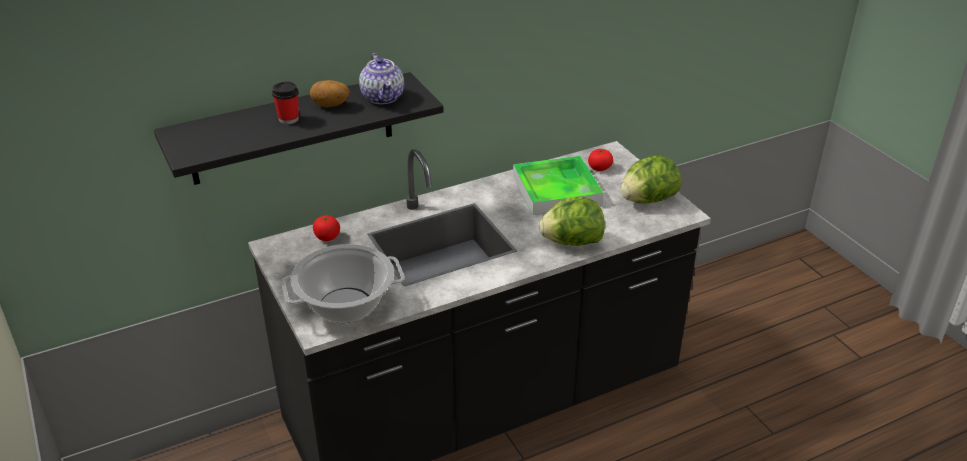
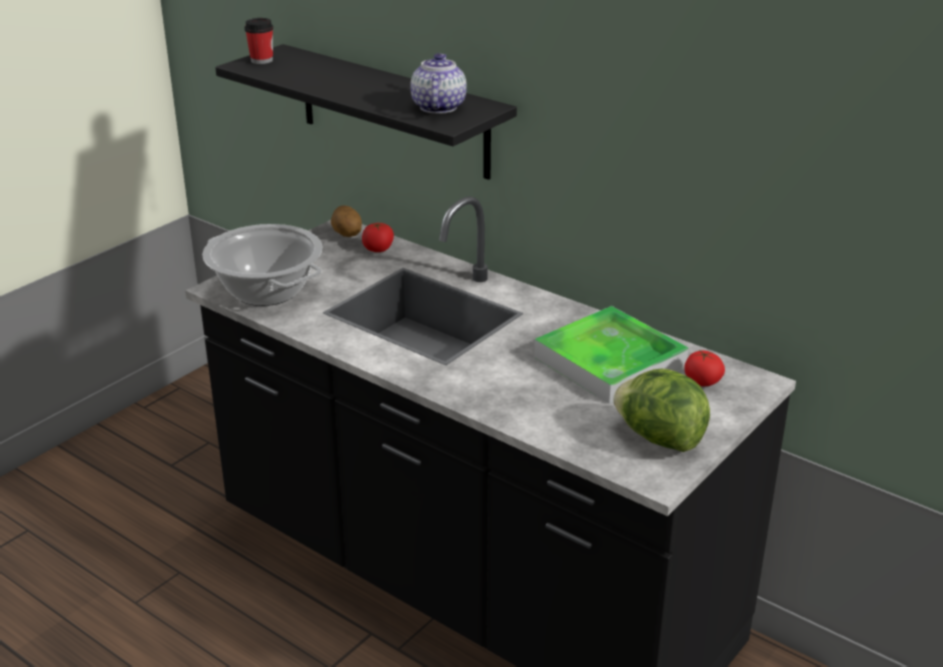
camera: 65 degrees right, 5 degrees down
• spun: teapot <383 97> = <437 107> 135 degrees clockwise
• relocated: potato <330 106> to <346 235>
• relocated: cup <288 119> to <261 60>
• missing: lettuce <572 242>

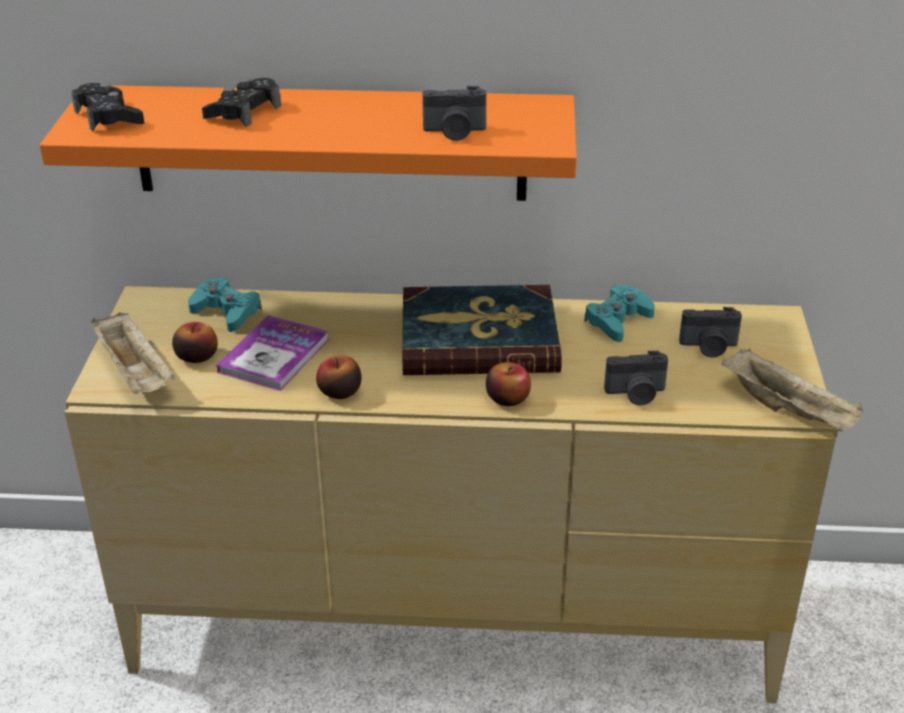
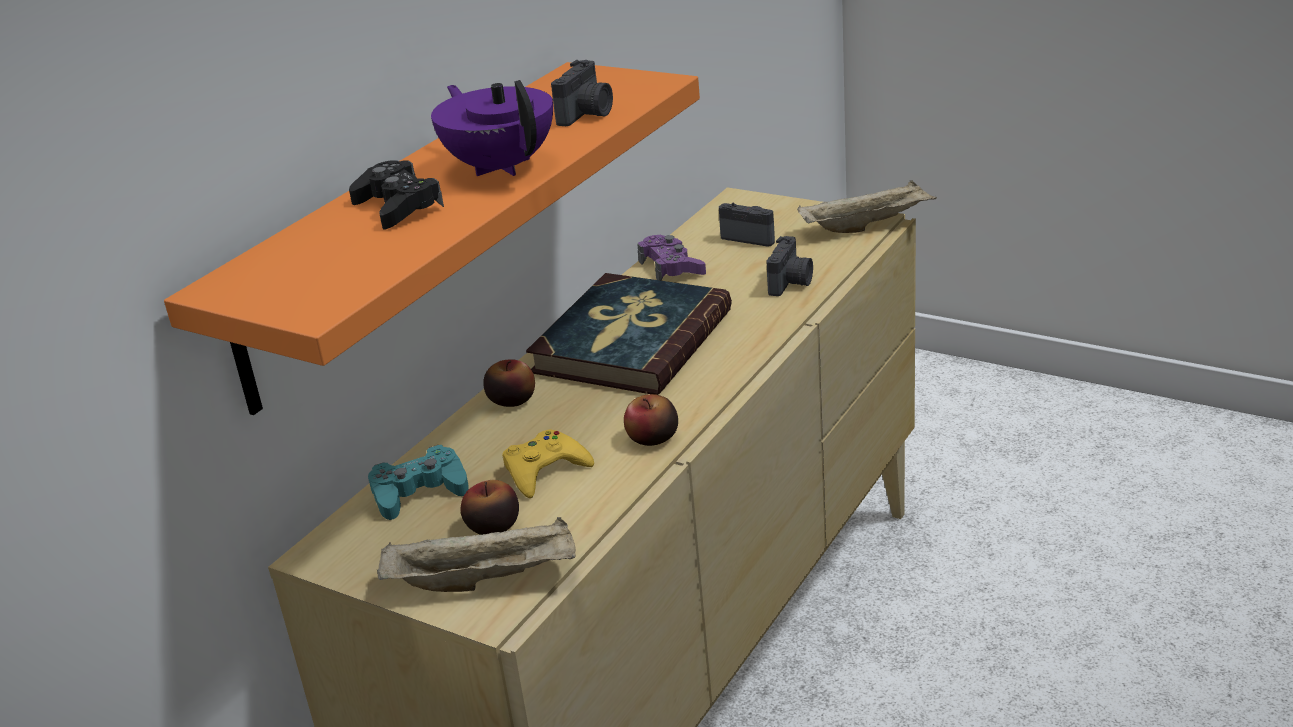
camera: 60 degrees left, 5 degrees down
• missing: game controller (black) <108 117>
• colour: game controller (turquoise) <618 321> to game controller (purple) <671 267>
• spun: photo camera <709 347> = <751 237> 90 degrees counterclockwise
• exchanged: book <274 355> to game controller (yellow) <545 470>
• relocated: apple <508 398> to <512 399>
• appeared: teapot (purple) <501 166>

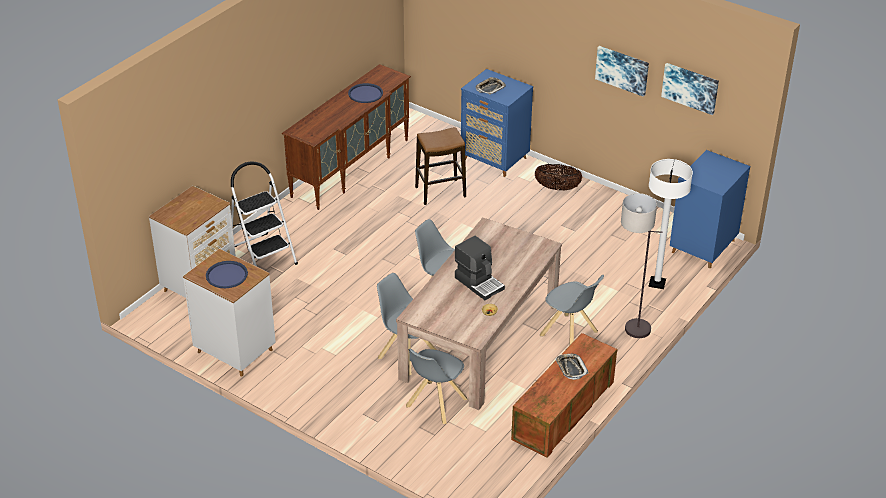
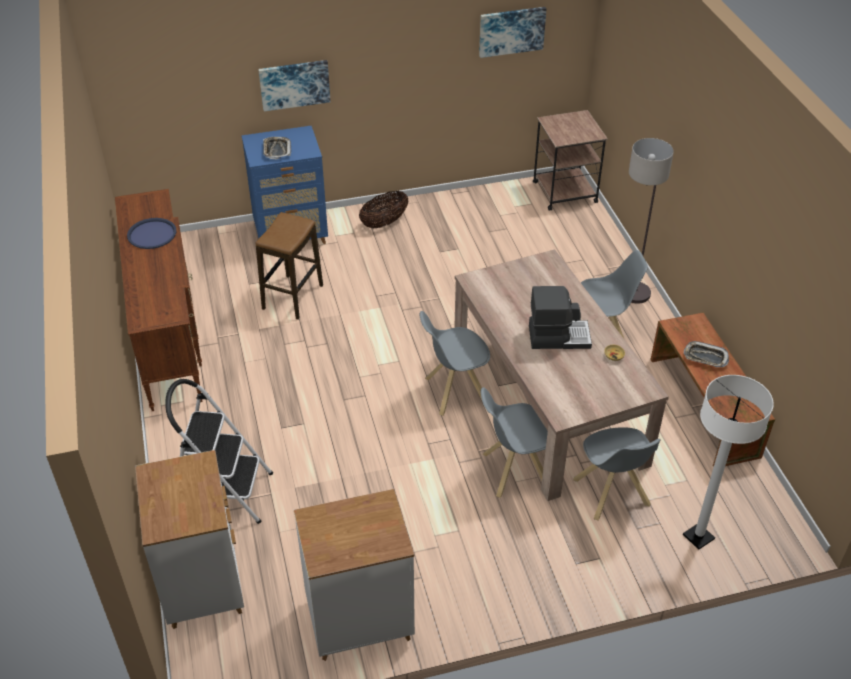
camera: 50 degrees left, 5 degrees up
• relocated: picture <622 70> to <294 84>
• exchanged: dresser (blue) <702 246> to cart (brown) <565 193>
• relocated: floor lamp (white) <657 283> to <698 537>
• missing: tray (blue) <226 275>

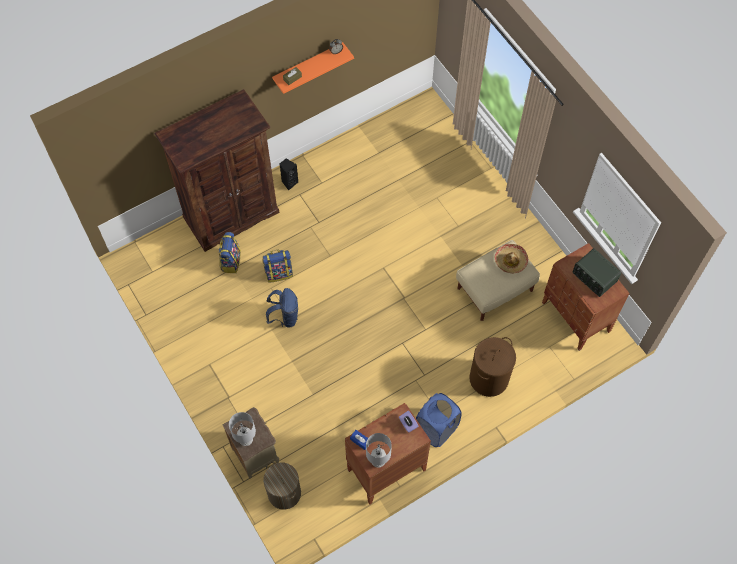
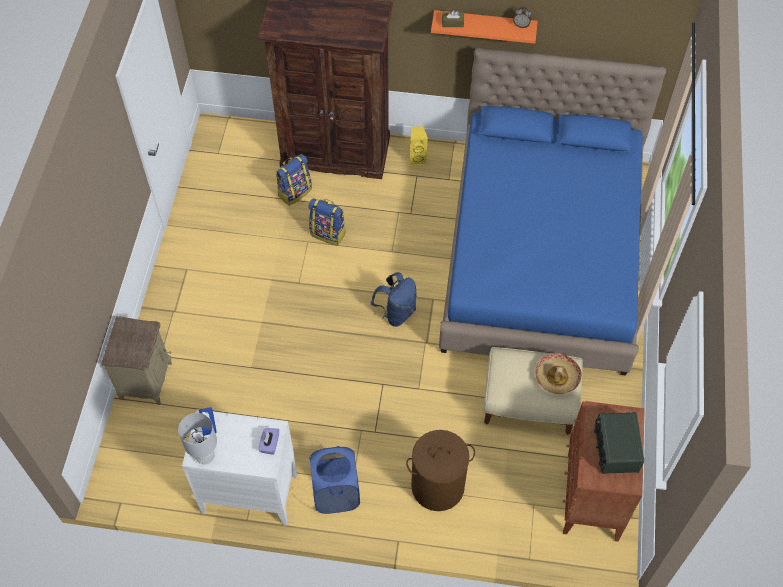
camera: 40 degrees right, 5 degrees down
• colour: speaker (black) <289 182> to speaker (yellow) <417 158>
• relocated: backpack (blue) <285 317> to <396 312>
• colour: dresser (brown) <385 469> to dresser (white) <249 492>
• missing: table lamp (grey) <246 440>
• missing: laundry basket <284 493>
• appeared: bed (blue) <542 254>

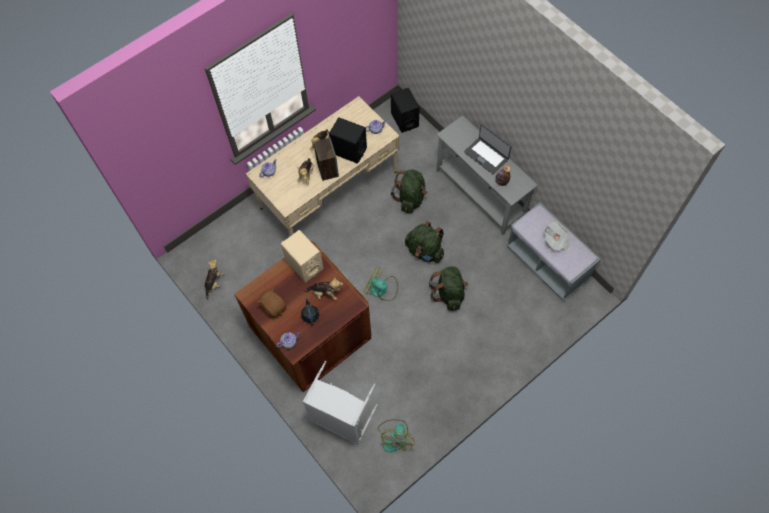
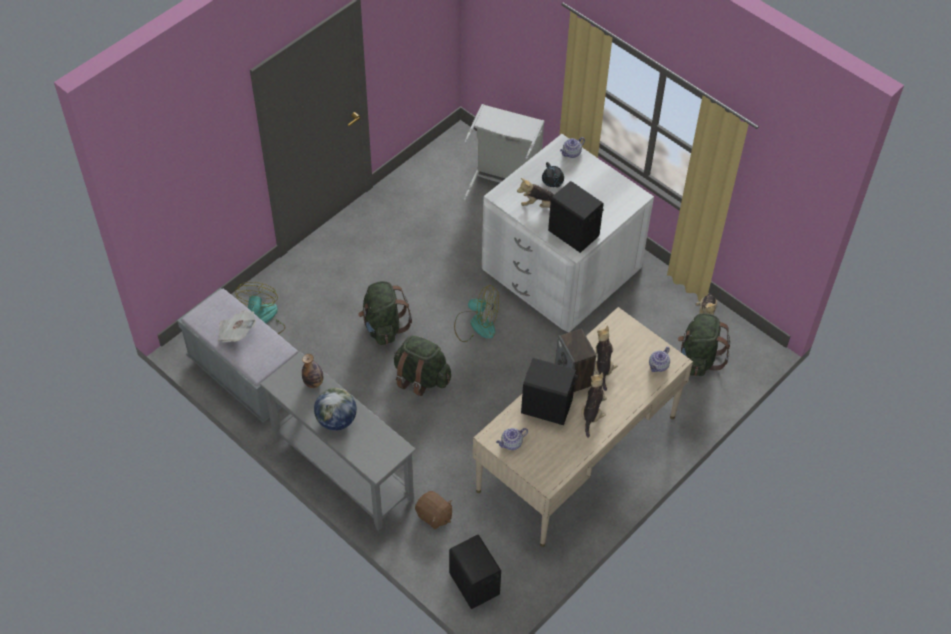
camera: 170 degrees right, 10 degrees down
• exchanged: laptop <486 155> to globe <336 420>
• relocated: backpack (green) <410 198> to <698 358>
• colour: speaker (beige) <304 265> to speaker (black) <574 234>
• colour: dresser (brown) <311 331> to dresser (white) <560 268>
• relocated: plush toy (brown) <273 307> to <434 516>
• relocated: fan <395 436> to <262 320>

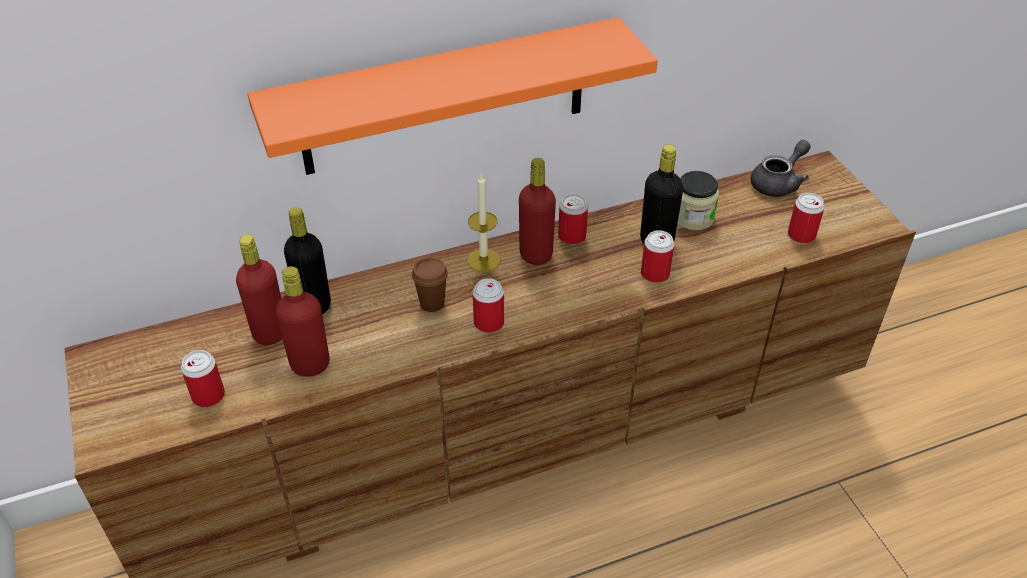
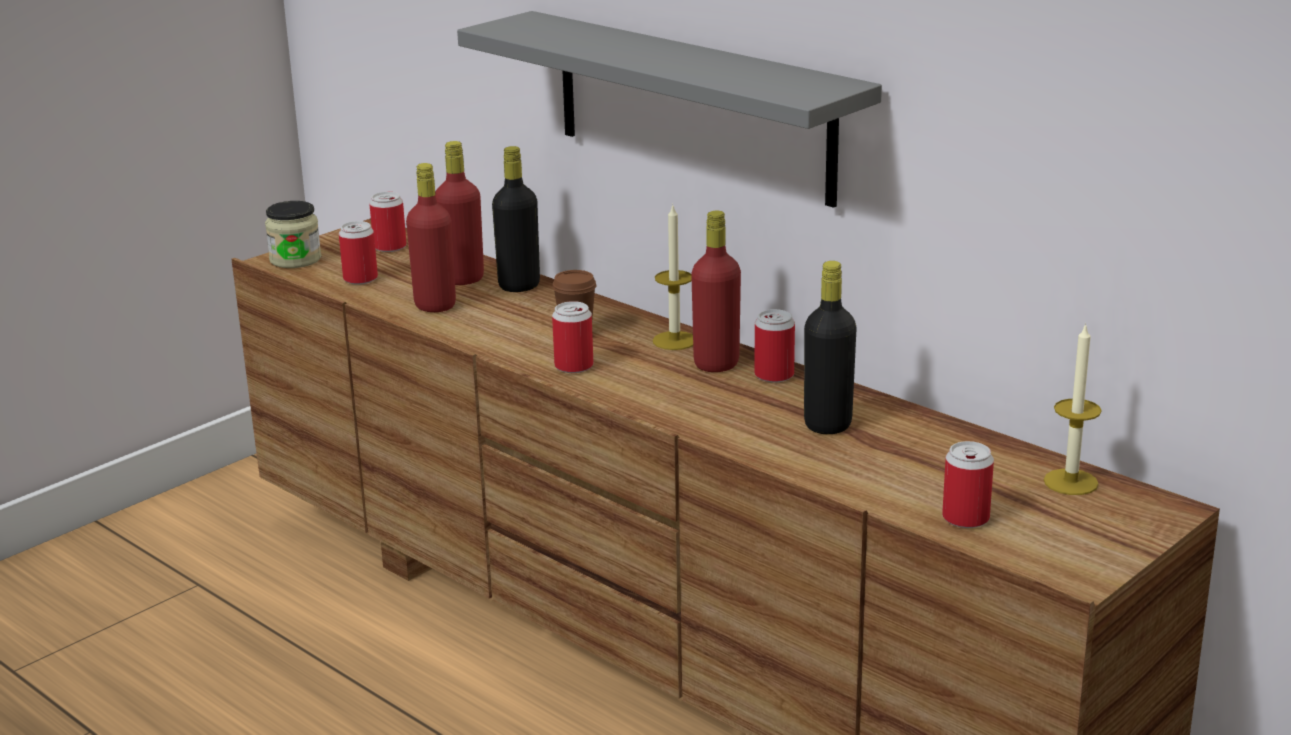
camera: 65 degrees right, 20 degrees down
• colour: shelf (orange) <444 98> to shelf (grey) <693 106>
• exchanged: teapot (grey) <778 183> to candle <1070 482>
• relocated: jar <693 217> to <295 259>
• relocated: can <655 274> to <390 247>

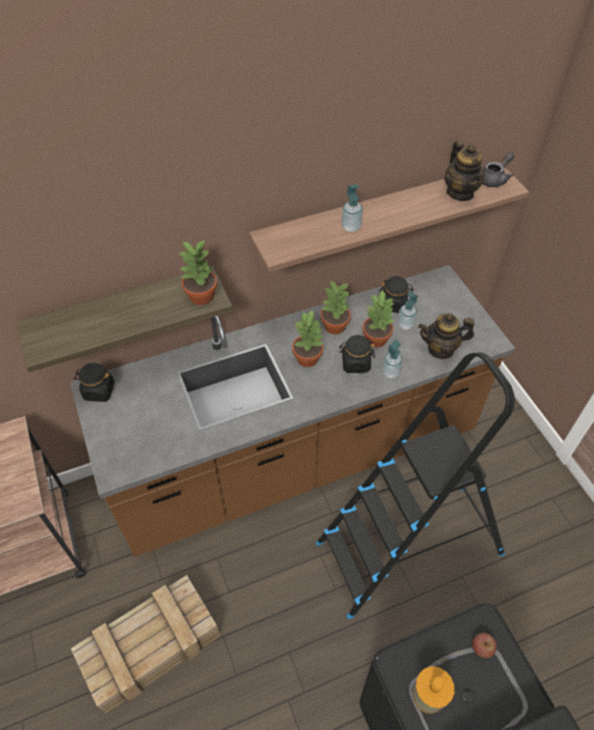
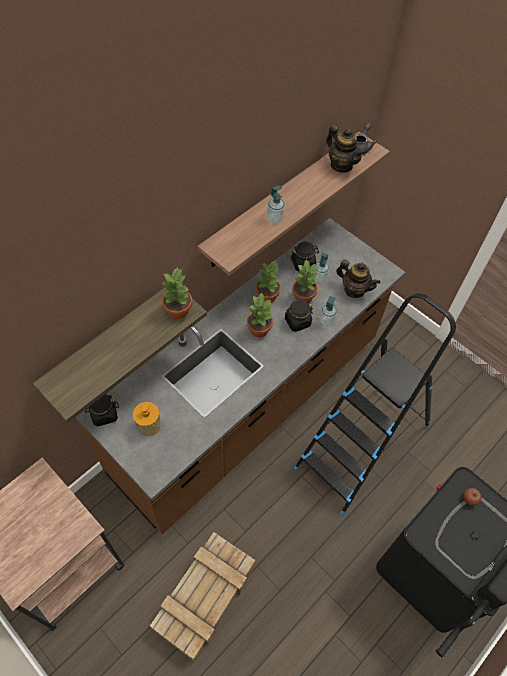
camera: 25 degrees left, 5 degrees up
• spun: teapot <441 349> = <354 290> 120 degrees counterclockwise
• relocated: soap dispenser <428 695> to <149 425>

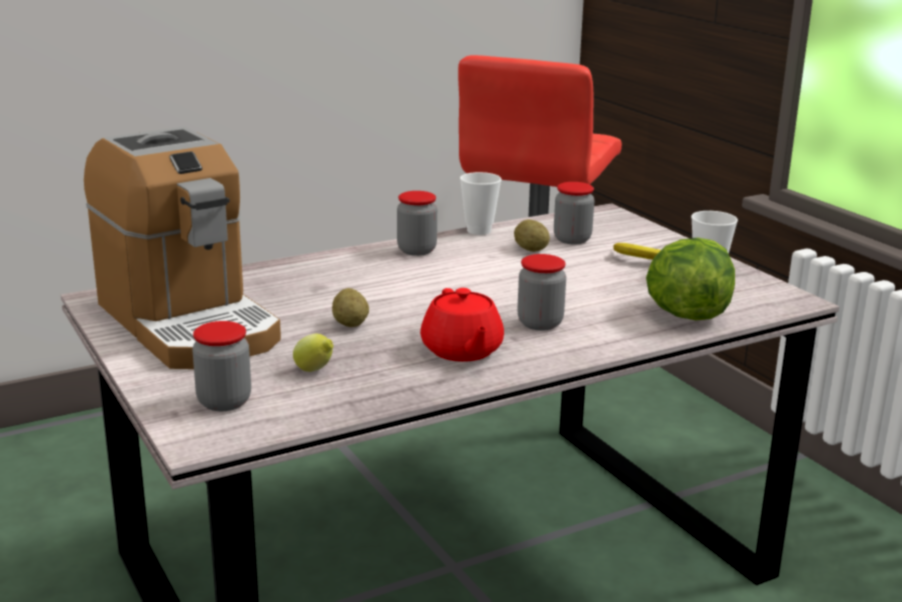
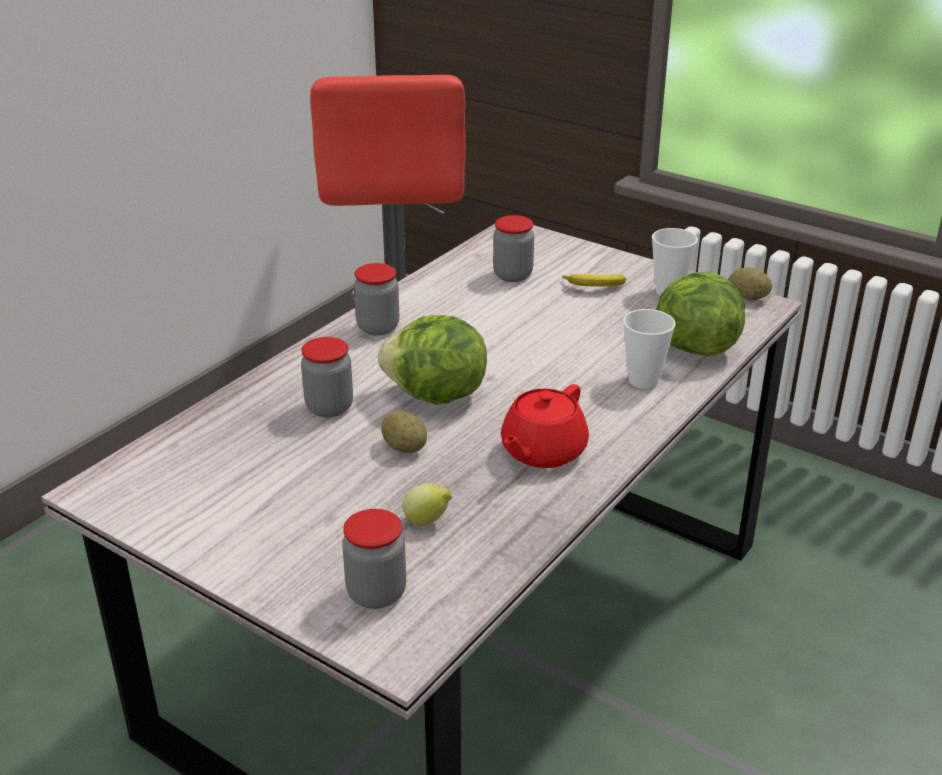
camera: 25 degrees left, 10 degrees up
• missing: coffee machine <188 323>
• relocated: cup <479 231> to <643 380>
• relocated: potato <531 250> to <747 298>
• relocated: jar <540 323> to <329 407>
• spun: teapot (red) <462 351> = <542 451> 75 degrees clockwise
• appeared: lettuce <436 396>

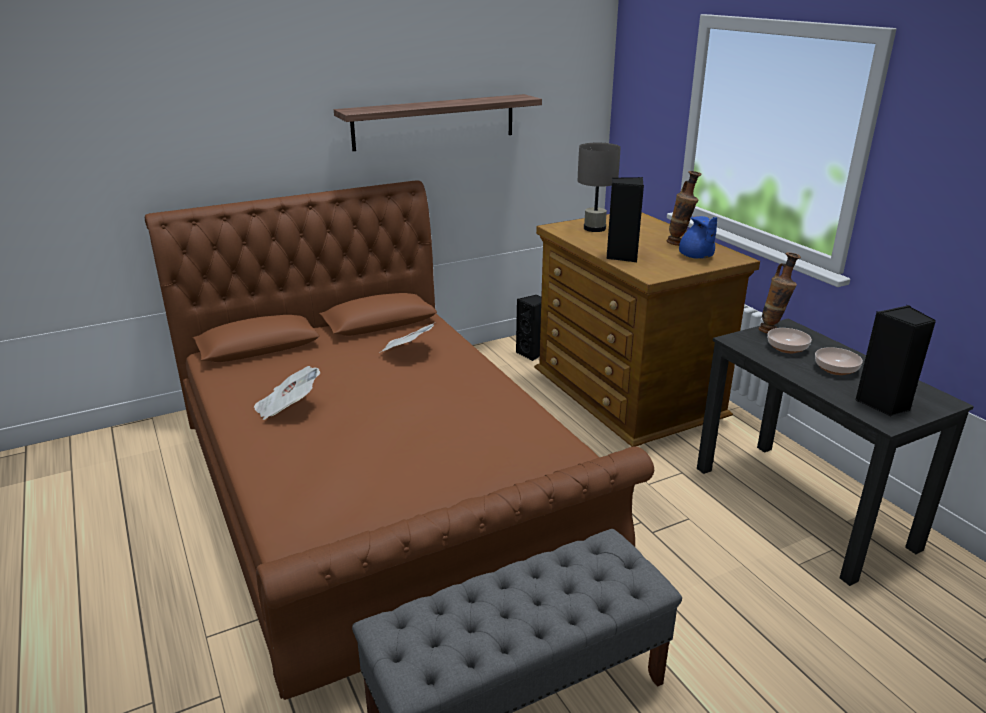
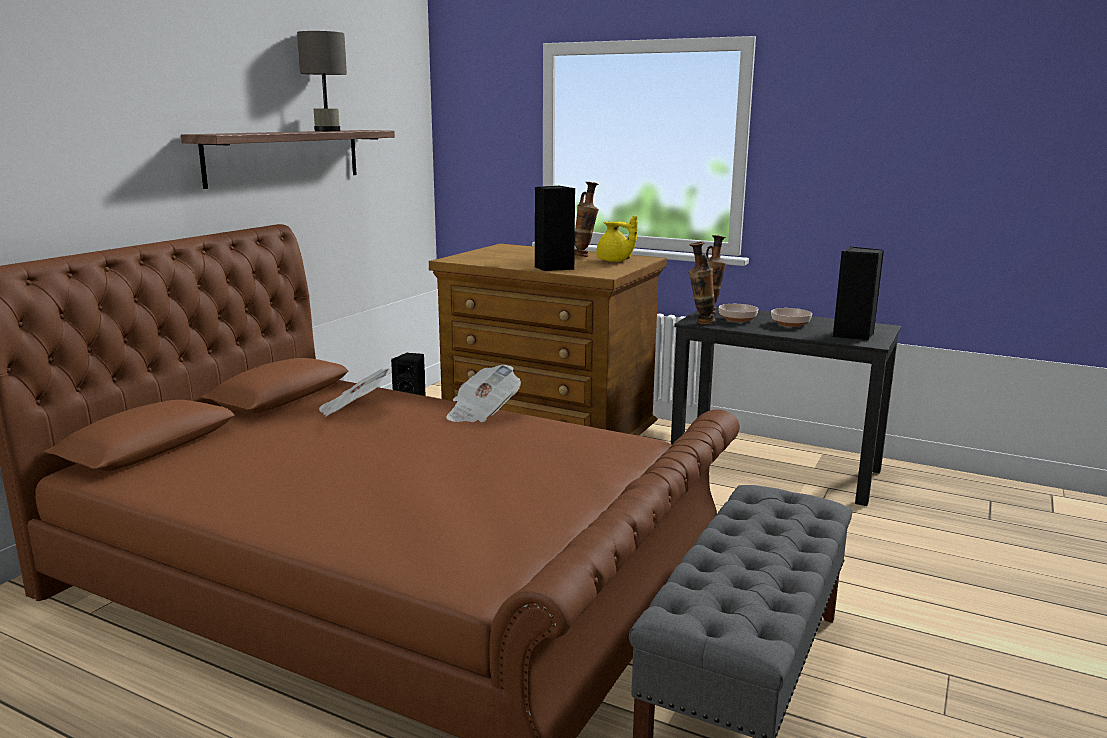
camera: 35 degrees left, 10 degrees down
• relocated: table lamp (grey) <594 228> to <327 131>
• colour: teapot (blue) <696 257> to teapot (yellow) <615 261>
• relocated: newspaper <287 408> to <482 413>
• appeared: vase <700 323>

